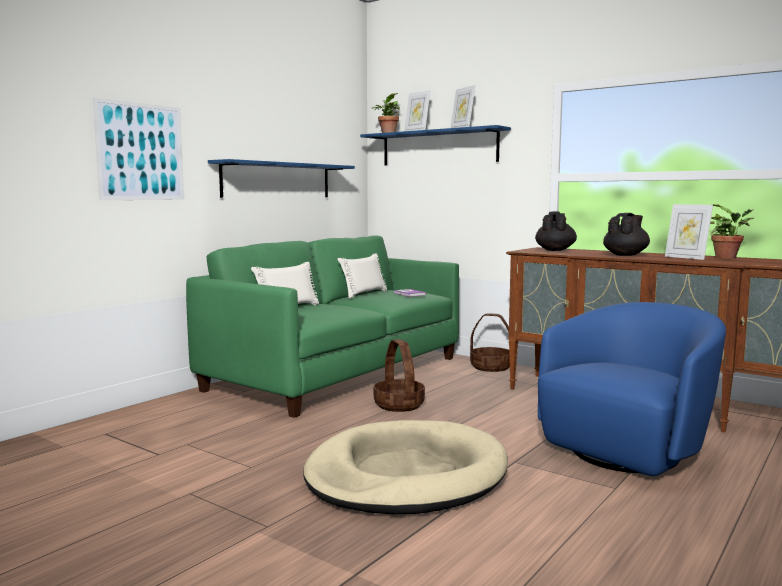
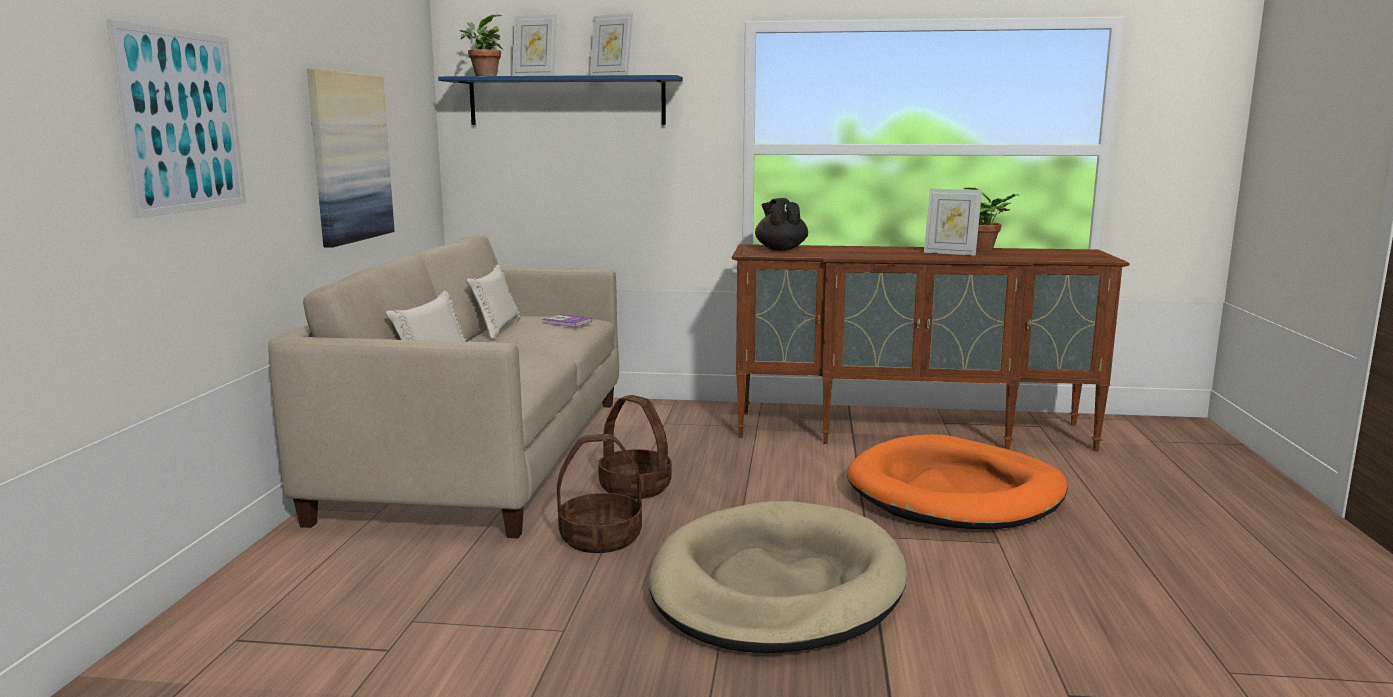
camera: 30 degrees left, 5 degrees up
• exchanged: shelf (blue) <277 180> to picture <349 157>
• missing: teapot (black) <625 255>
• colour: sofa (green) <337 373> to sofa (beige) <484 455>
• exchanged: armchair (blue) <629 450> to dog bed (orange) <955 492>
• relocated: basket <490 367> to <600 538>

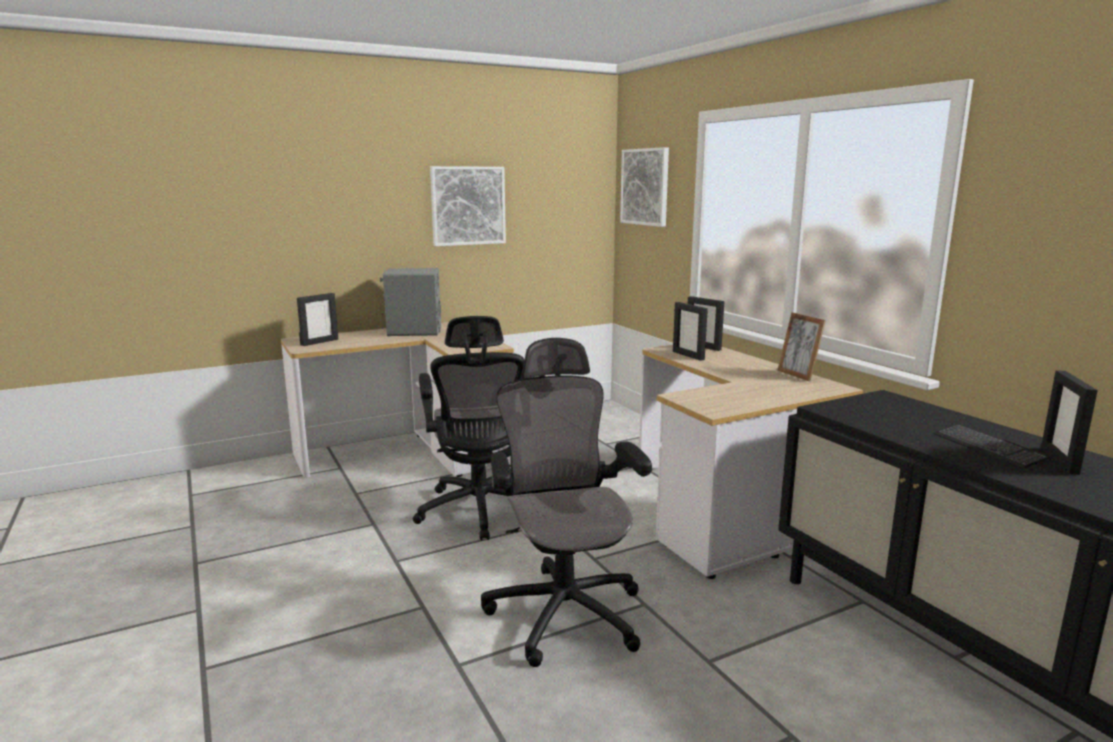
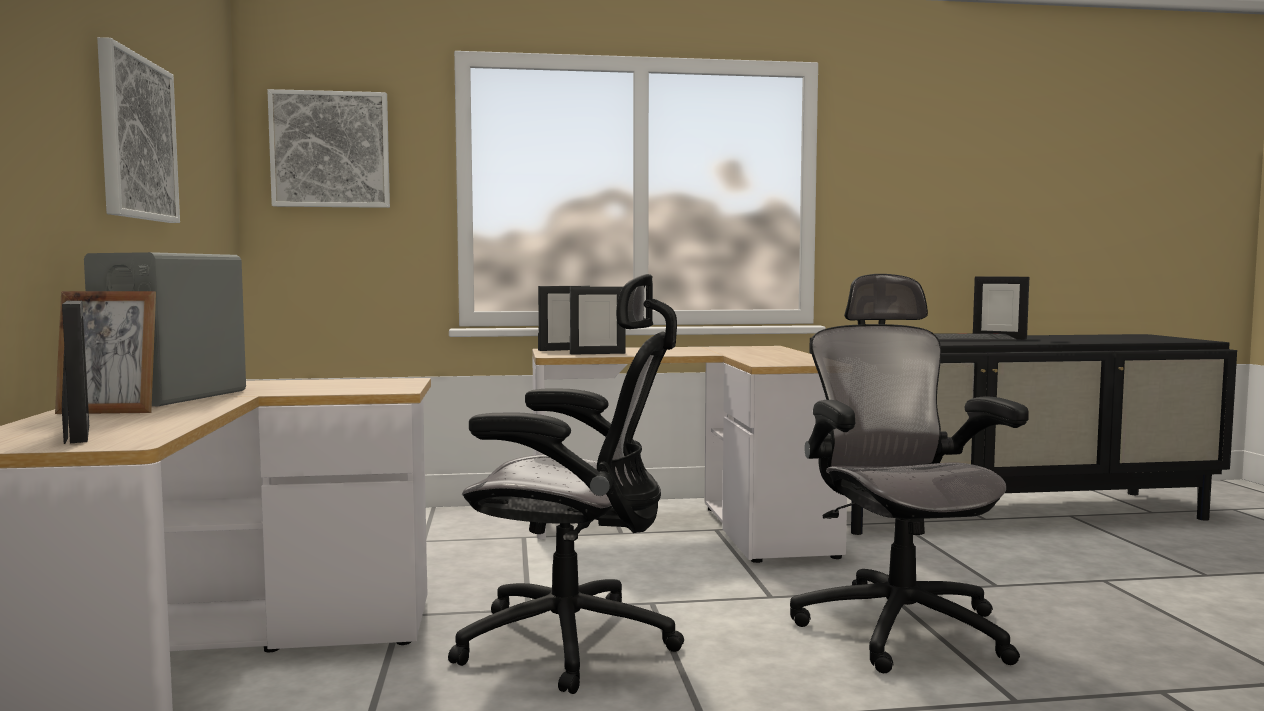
camera: 70 degrees left, 10 degrees down
• relocated: picture frame <797 375> to <109 411>
• spun: office chair <564 614> = <900 629> 75 degrees clockwise

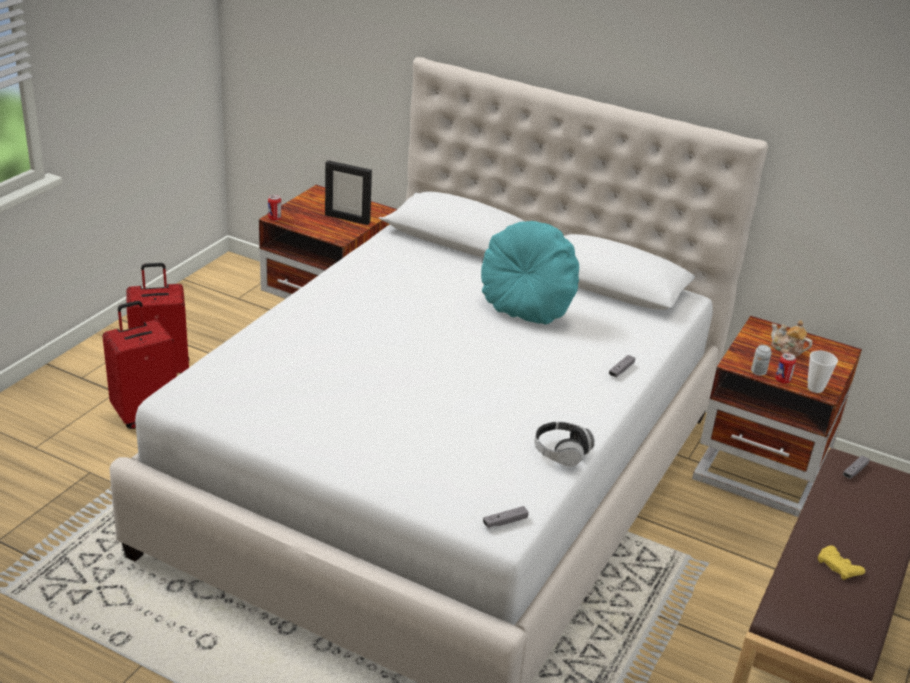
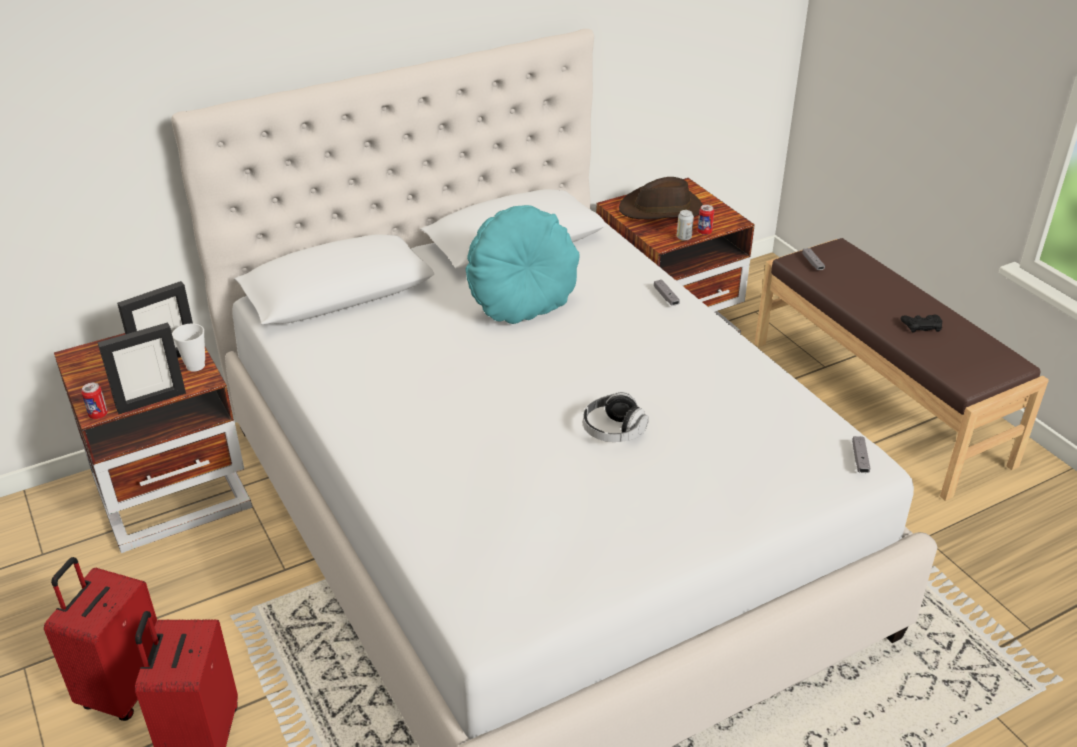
camera: 55 degrees left, 5 degrees up
• exchanged: teapot <786 349> to hat (brown) <662 209>
• relocated: cup <815 388> to <195 366>
• relocated: headphones <561 453> to <613 431>
• colour: game controller (yellow) <839 566> to game controller (black) <921 326>
• appeared: picture frame <151 400>

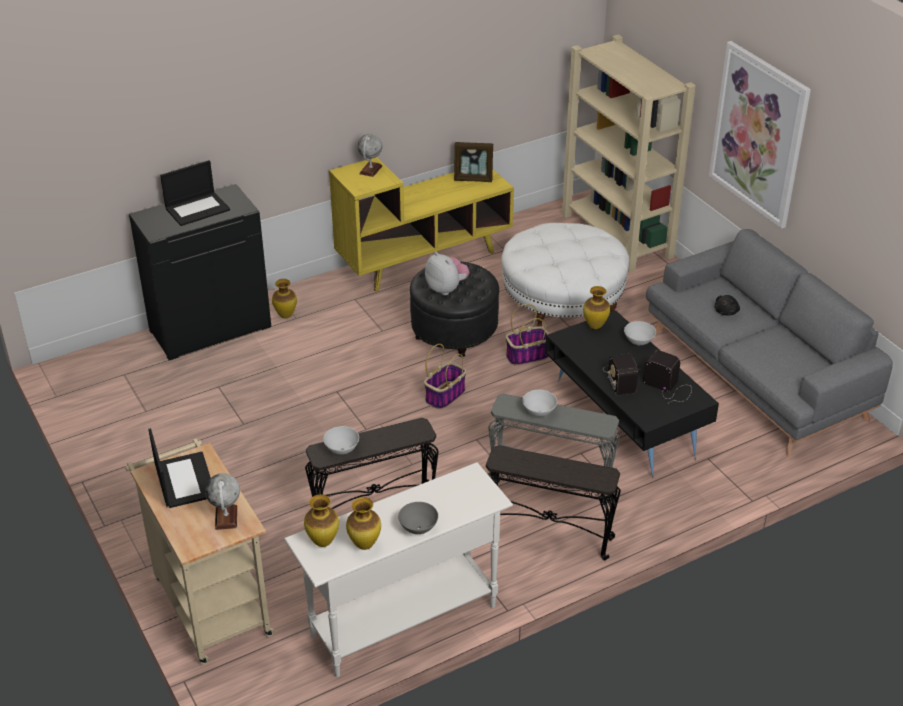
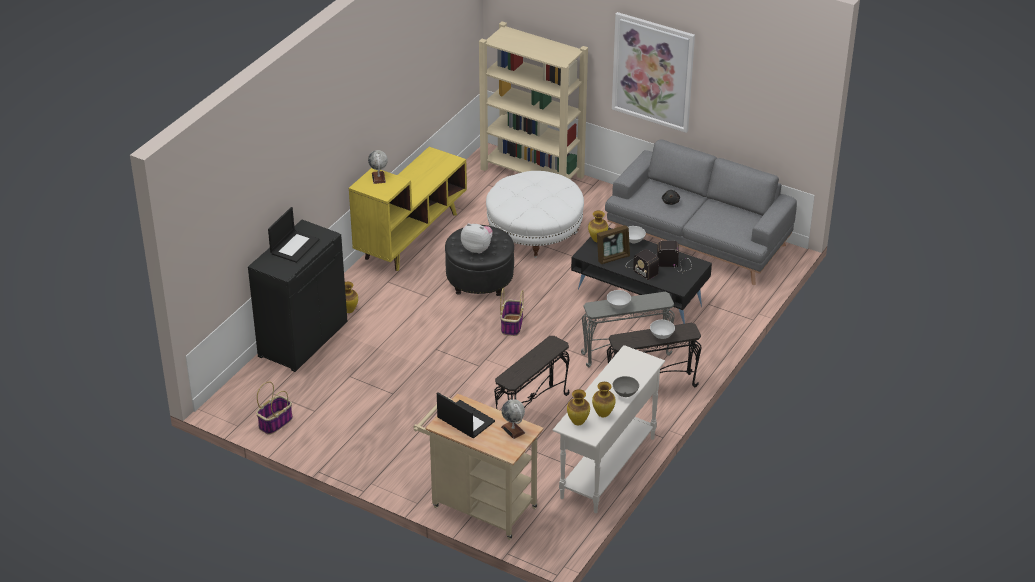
camera: 30 degrees left, 0 degrees up
• relocated: picture frame <473 179> to <613 257>
• relocated: basket <527 355> to <275 422>
• relocated: bowl (white) <341 450> to <662 336>

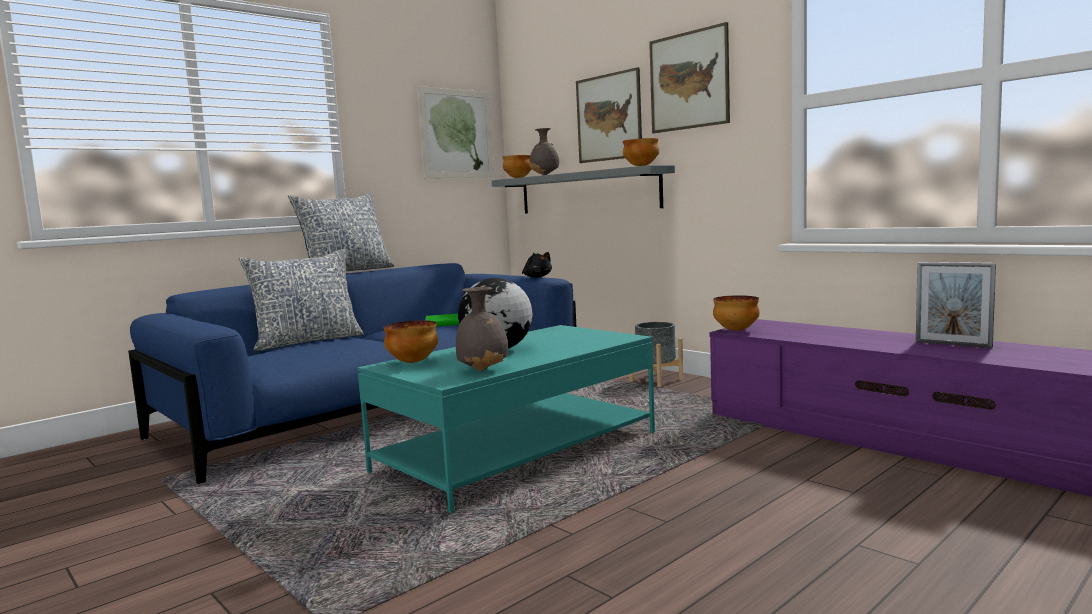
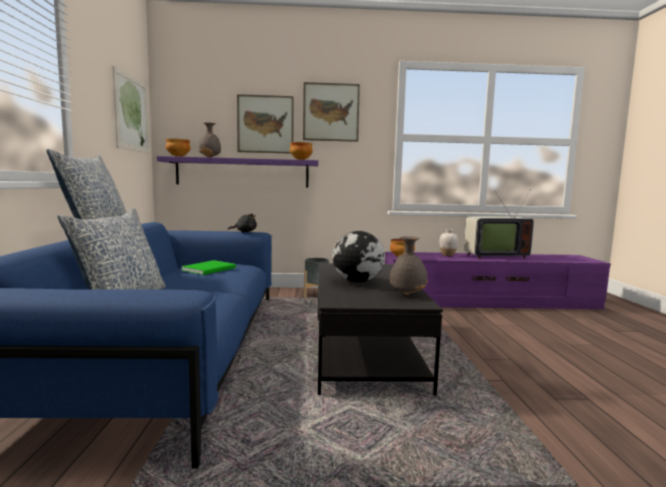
camera: 50 degrees left, 0 degrees up
• colour: shelf (grey) <587 192> to shelf (purple) <242 172>
• exchanged: picture frame <953 344> to television <493 256>
• missing: bowl <413 362>
• colour: coffee table (turquoise) <518 452> to coffee table (black) <364 350>
• appeared: vase (white) <447 255>

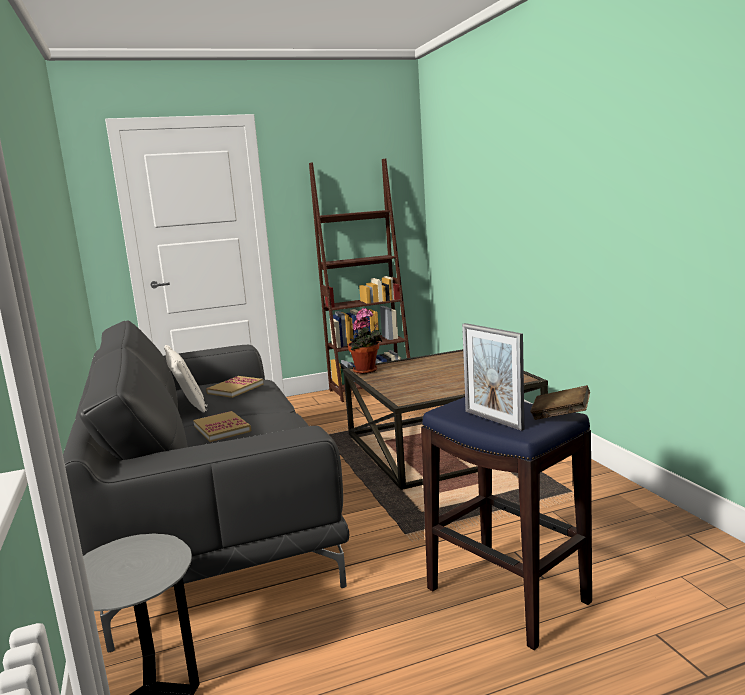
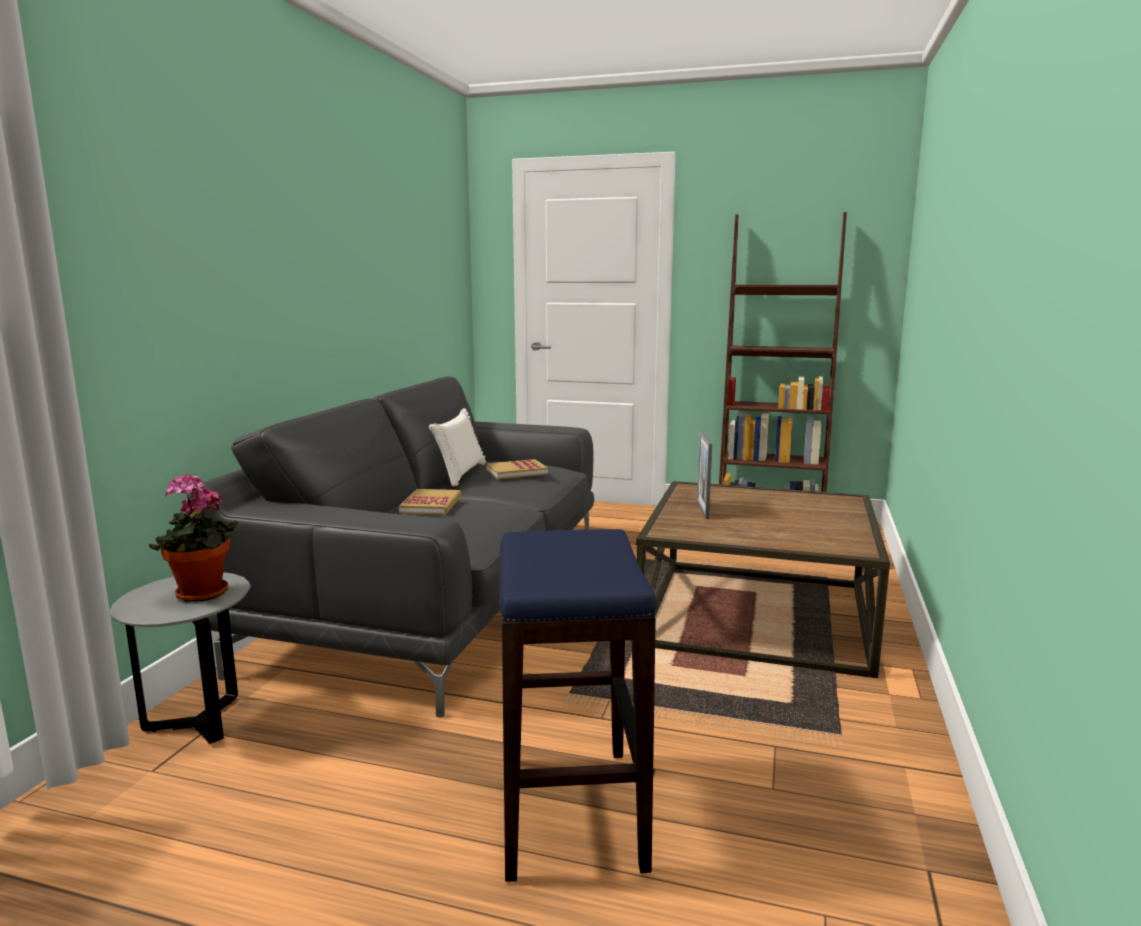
camera: 35 degrees right, 0 degrees up
• relocated: potted plant <367 371> to <201 595>
• relocated: picture frame <493 420> to <702 509>
• missing: book (brown) <560 416>

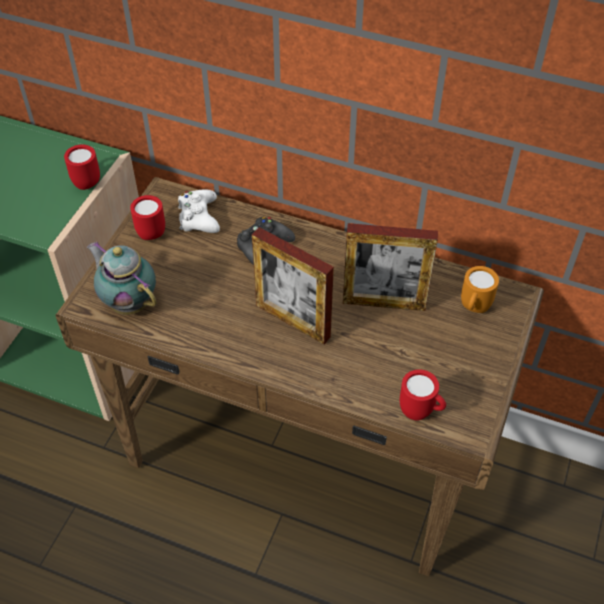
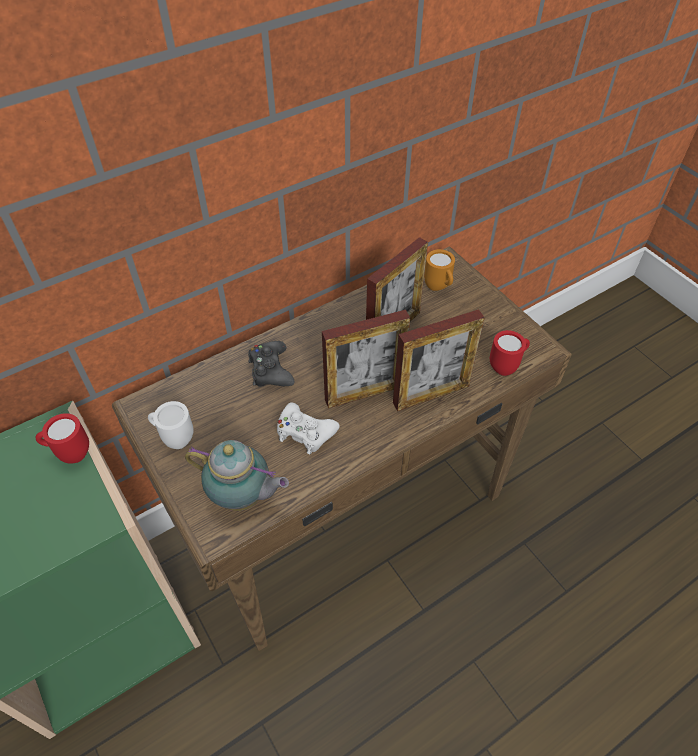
camera: 55 degrees left, 0 degrees up
• relocated: game controller (white) <198 217> to <305 432>
• colour: mug (red) <150 230> to mug (white) <174 438>
• spun: teapot <129 302> = <243 497> 150 degrees counterclockwise
• appeared: picture frame <431 394>

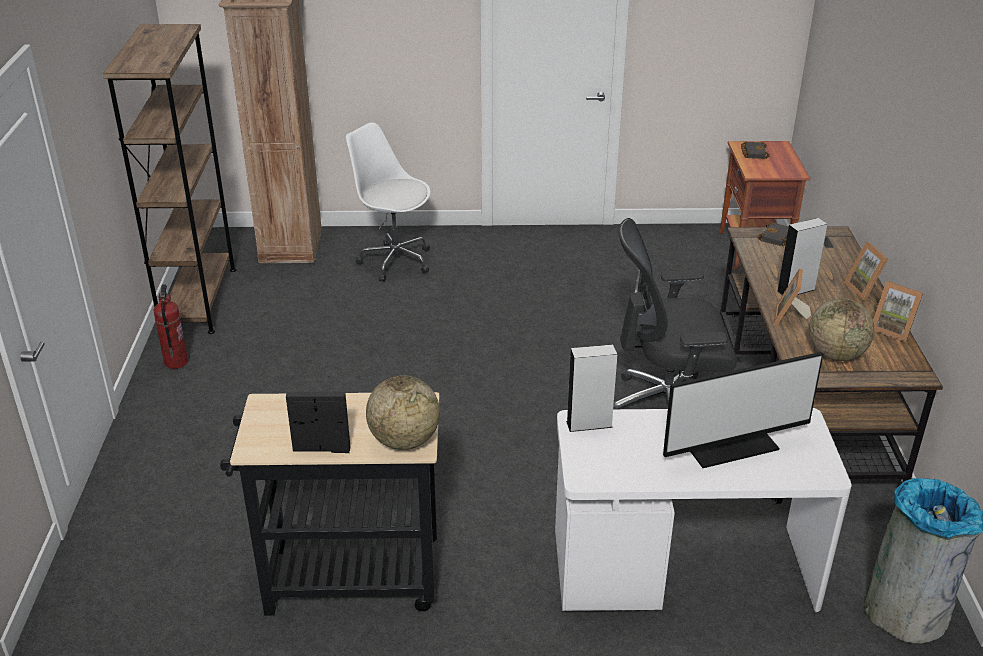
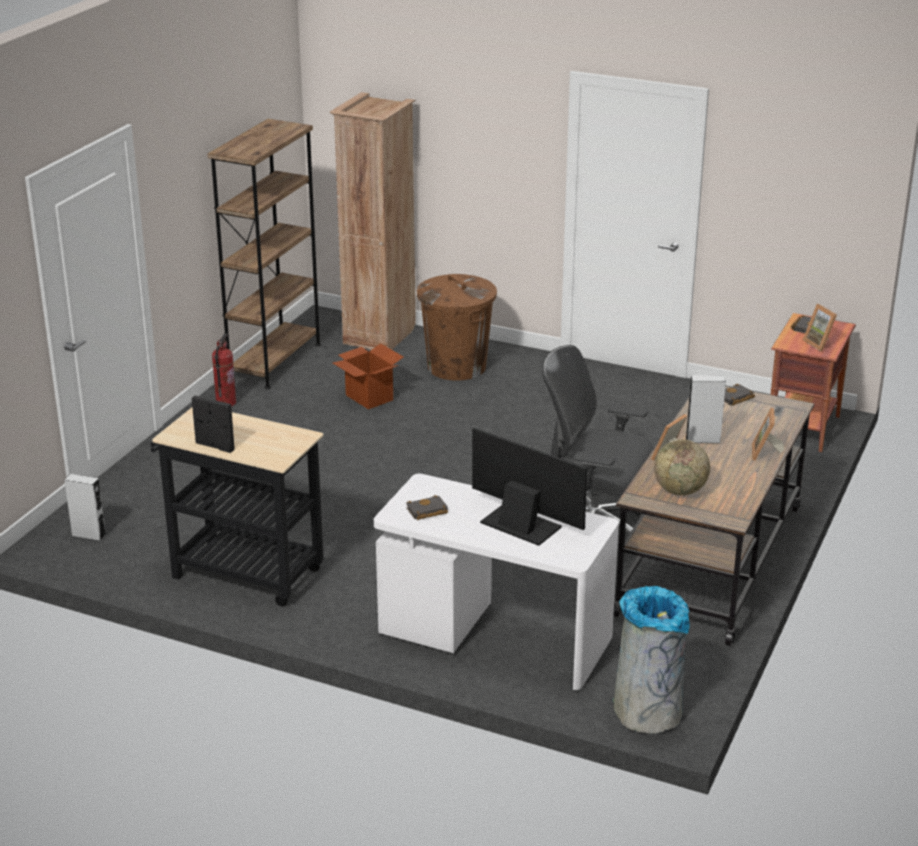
camera: 25 degrees right, 5 degrees down
• exchanged: office chair (white) <394 261> to trash can (brown) <456 366>
• relocated: picture frame <892 329> to <820 344>
• relocated: speaker (grey) <589 424> to <89 535>
• spun: monitor <729 444> = <521 524> 150 degrees counterclockwise
• missing: globe <404 441>
• appeared: cardboard box <369 397>
• appeared: book (black) <426 512>

